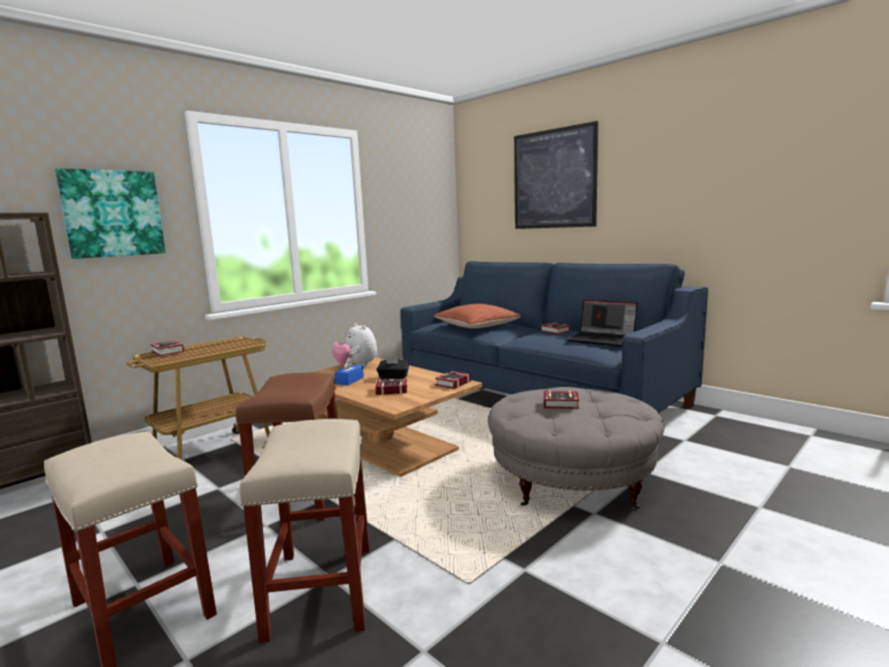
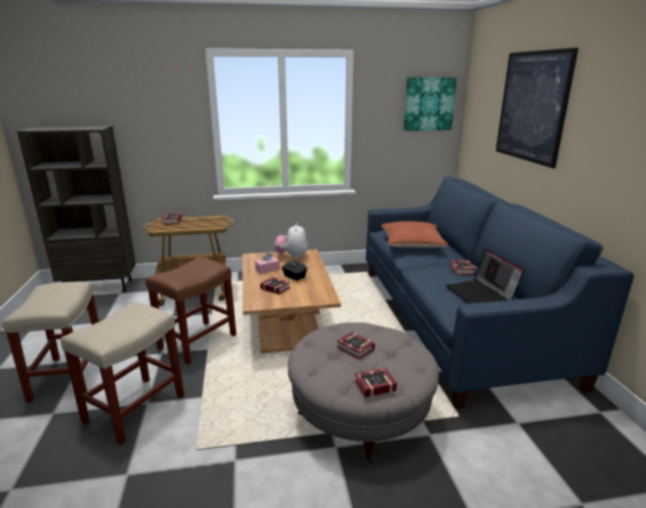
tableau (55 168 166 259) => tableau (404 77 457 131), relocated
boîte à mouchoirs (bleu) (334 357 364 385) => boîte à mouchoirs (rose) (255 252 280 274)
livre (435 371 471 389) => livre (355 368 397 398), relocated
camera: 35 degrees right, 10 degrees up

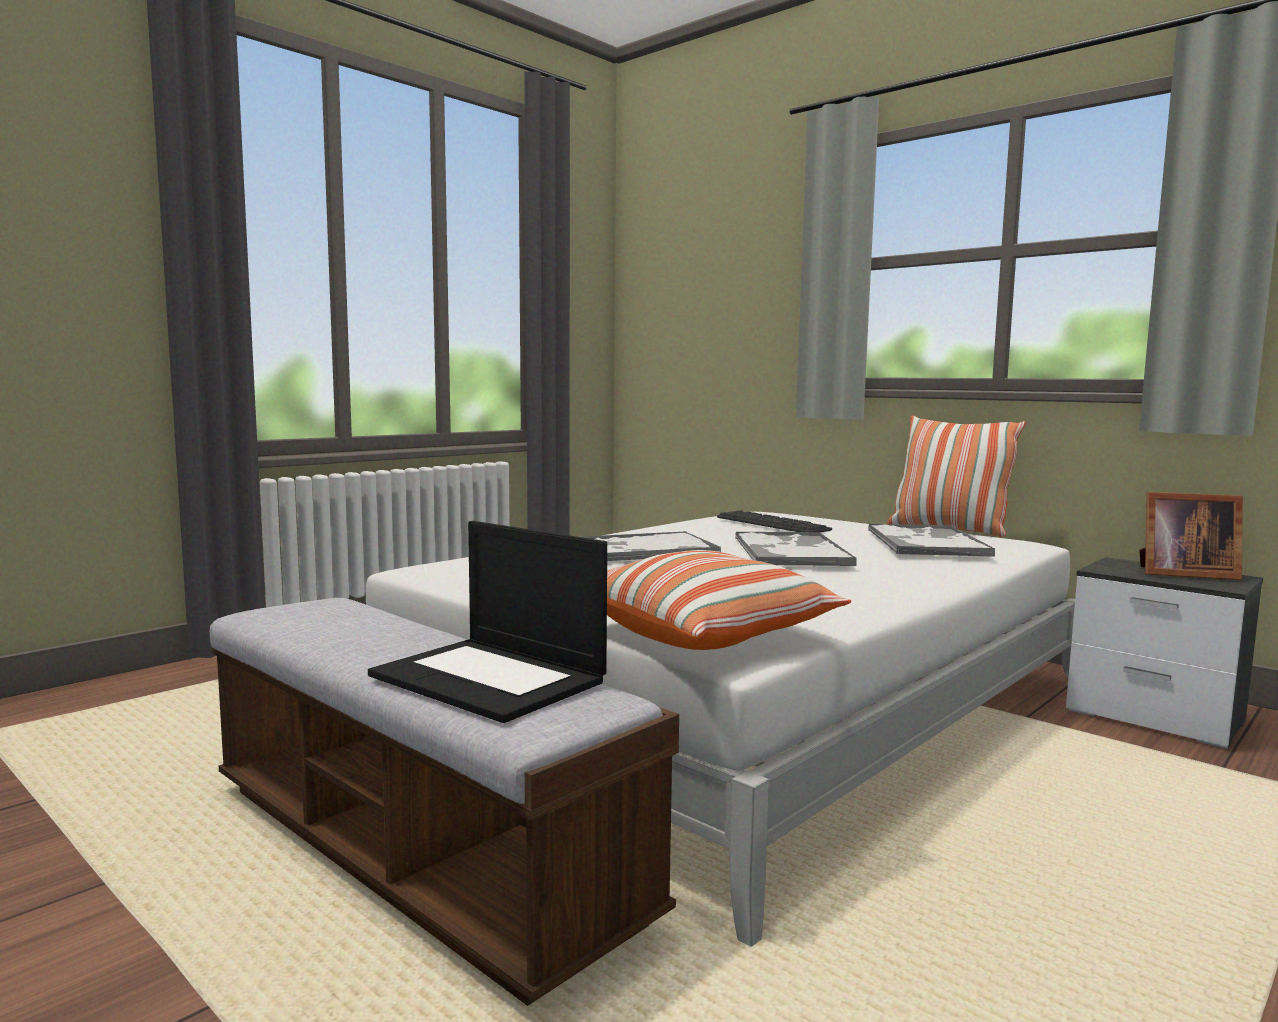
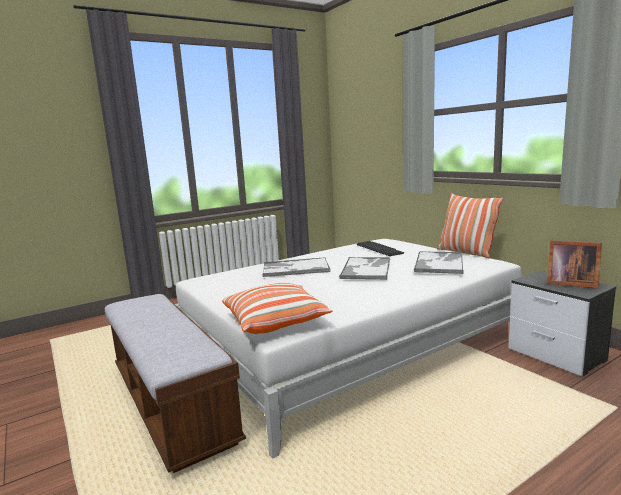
ordinateur portable (368 521 607 723) => nothing
camera: 15 degrees right, 5 degrees up

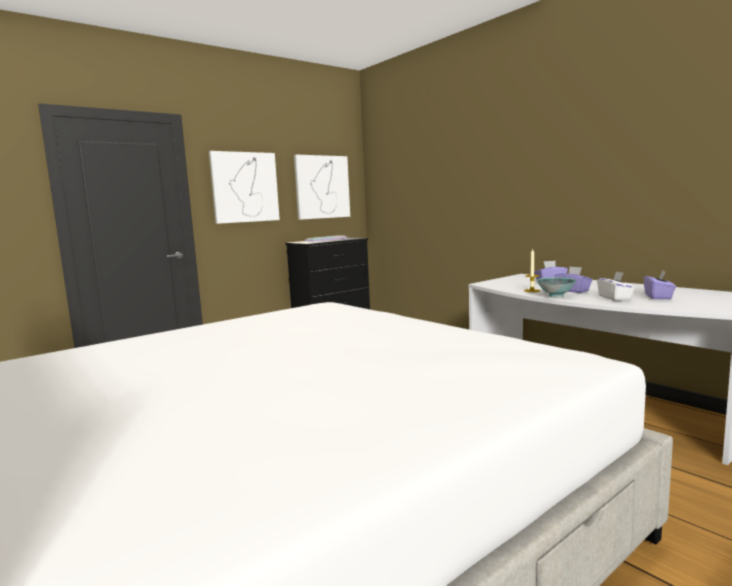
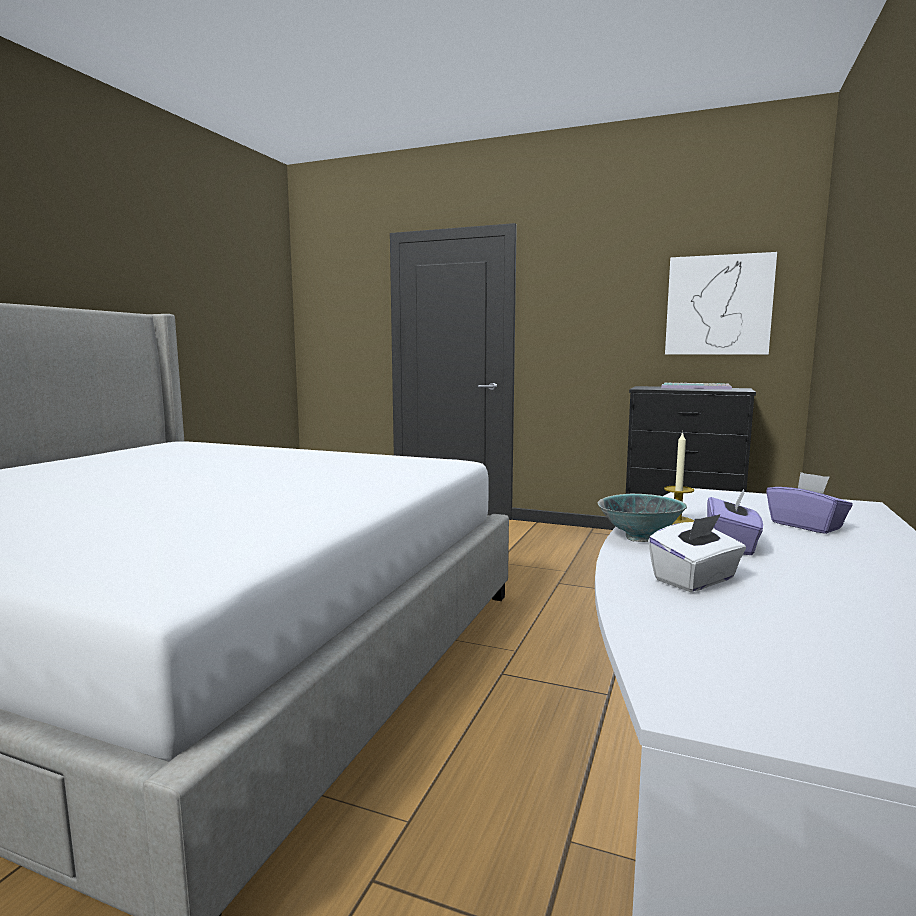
tableau (209 151 280 224) => nothing
boîte à mouchoirs (violet) (644 270 676 299) => nothing
camera: 60 degrees right, 0 degrees up

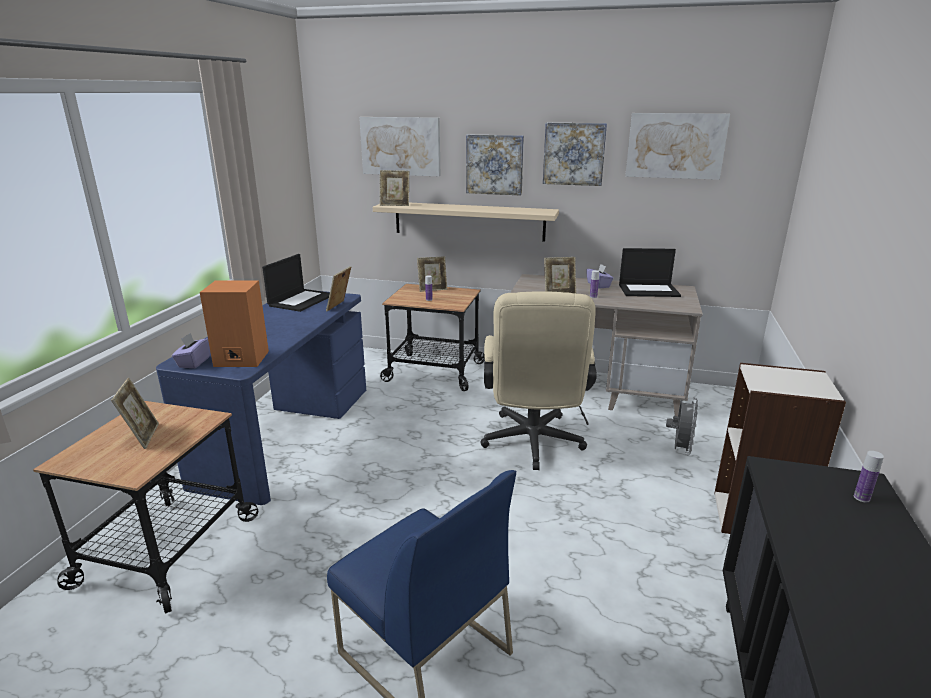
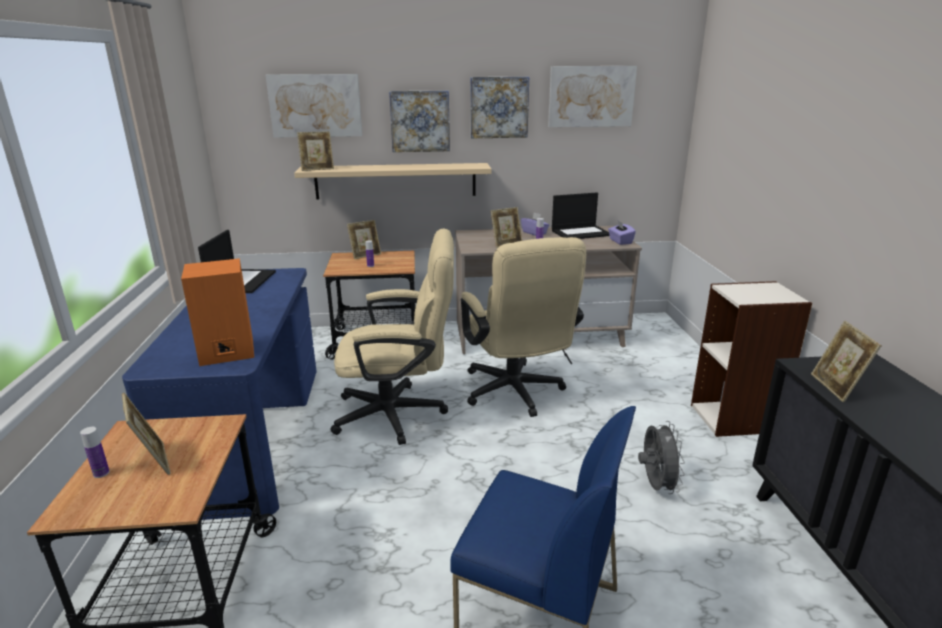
cadre photo (326 266 351 312) => cadre photo (811 320 881 402), relocated
boîte à mouchoirs (violet) (172 333 211 368) => boîte à mouchoirs (violet) (608 221 636 245), relocated
ventilateur (gris) (666 398 698 455) => ventilateur (gris) (638 421 685 494), relocated
bouteille (854 451 884 503) => bouteille (80 427 110 478), relocated
nothing => chaise de bureau (beige) (331 228 454 445)
camera: 20 degrees left, 0 degrees up

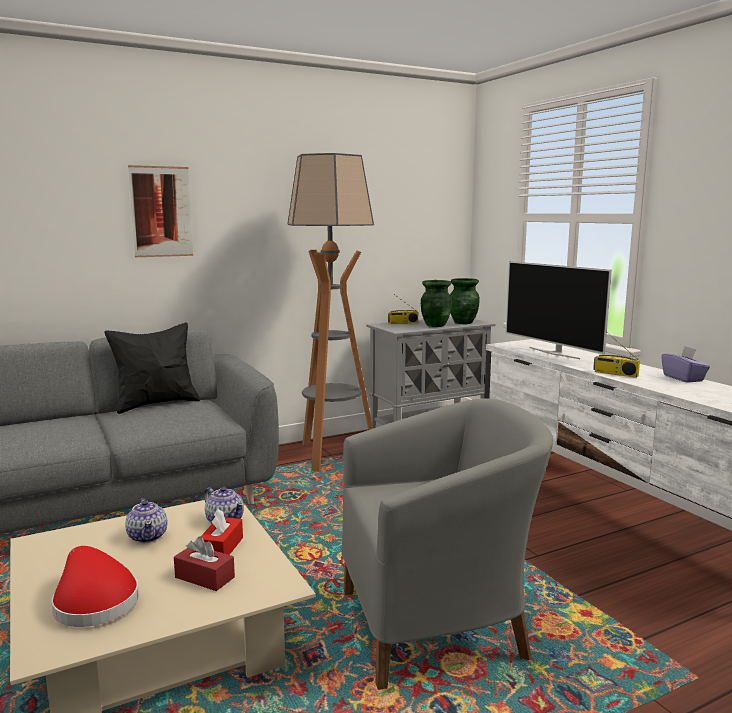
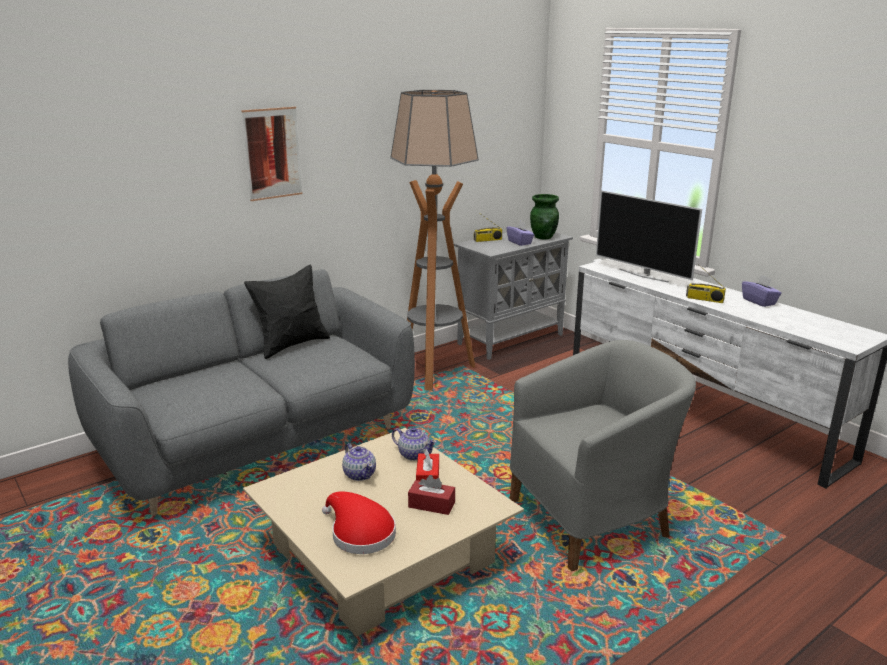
vase (vert) (421 280 452 327) => boîte à mouchoirs (violet) (506 221 534 246)
camera: 10 degrees left, 10 degrees up

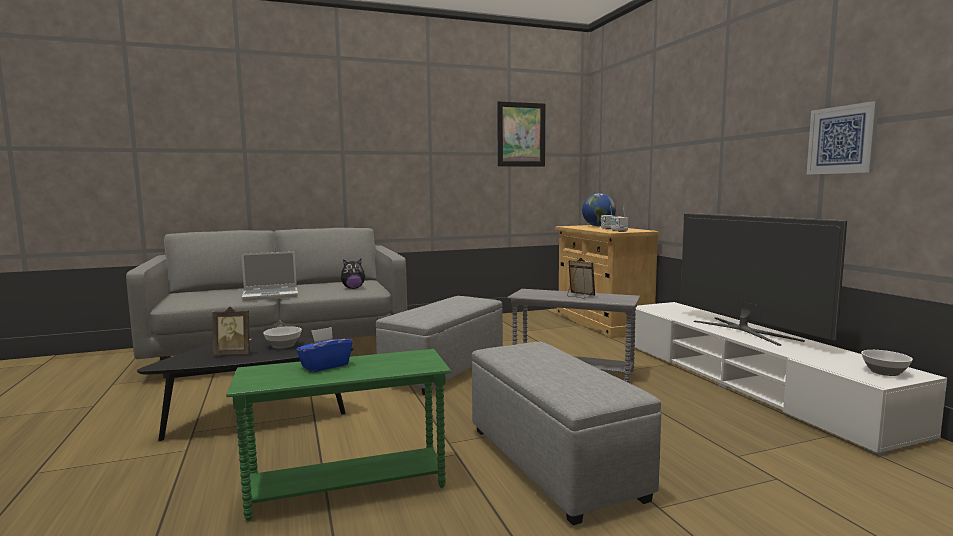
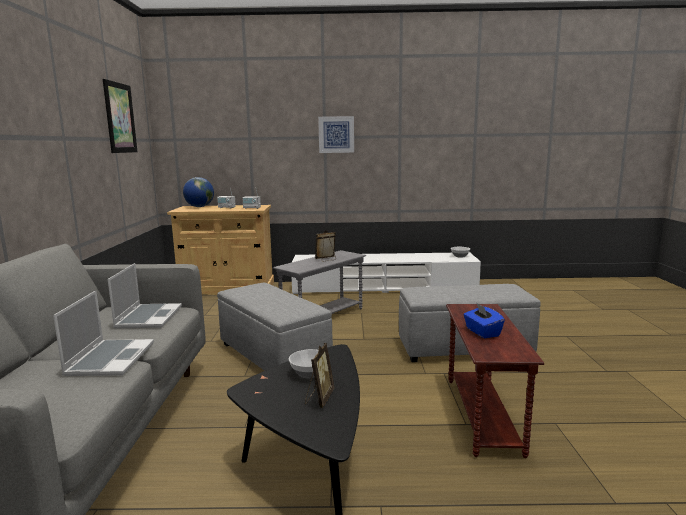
tableau (807 101 879 175) => tableau (318 116 354 153), relocated
téléviseur (680 213 847 346) => nothing
peluche (341 259 366 289) => ordinateur portable (108 263 182 329)
table d'appoint (vert) (226 349 451 521) => table d'appoint (marron) (446 304 544 458)
camera: 70 degrees left, 5 degrees up

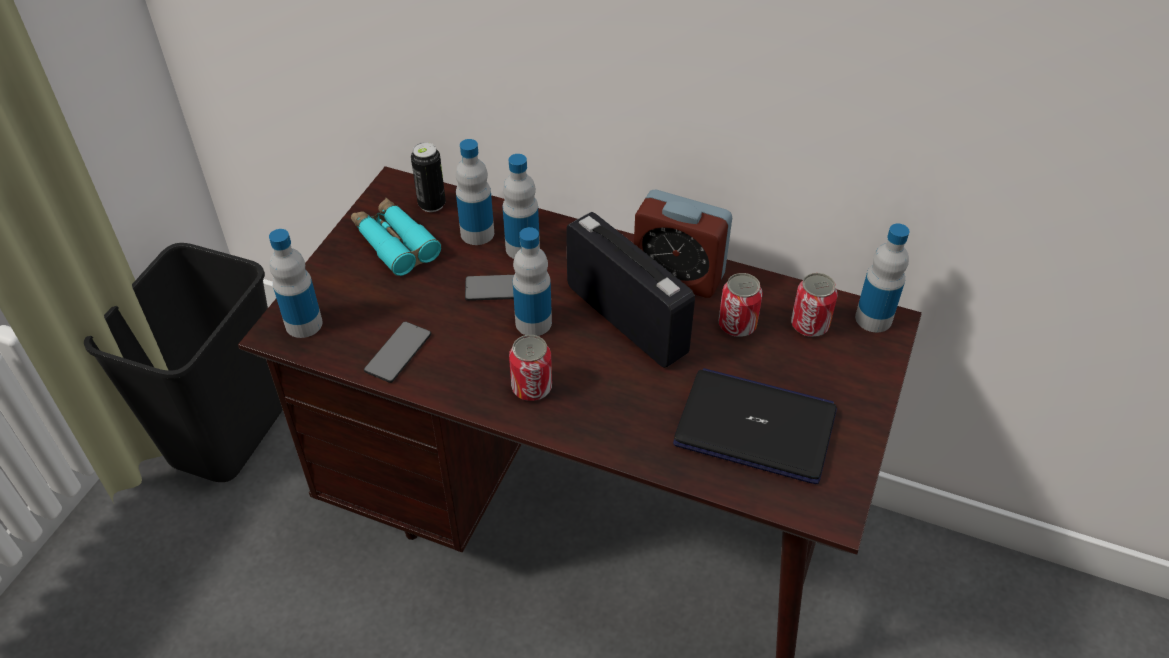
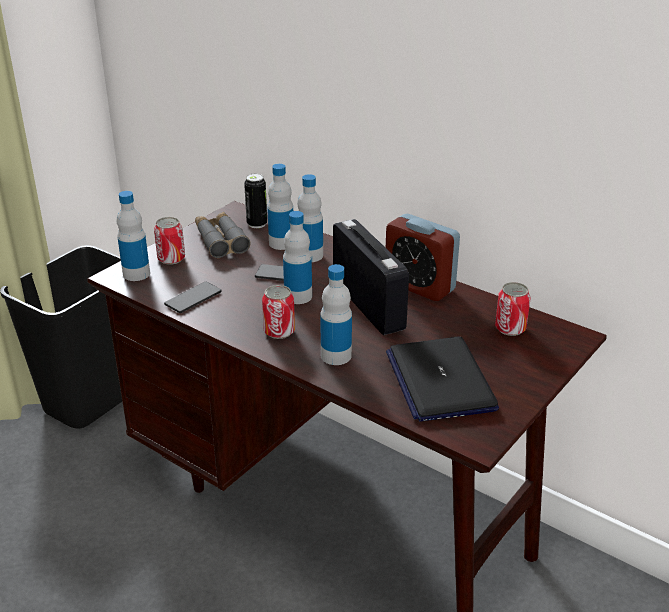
jumelles (turquoise) (351 198 441 276) => jumelles (gris) (195 212 251 258)
bouteille (855 223 909 332) => bouteille (320 264 352 365), relocated
boîte métallique (719 273 763 337) => boîte métallique (154 217 185 265), relocated
ordinateur portable (673 368 837 484) => ordinateur portable (386 337 499 422), 135 degrees counterclockwise
camera: 15 degrees right, 15 degrees down

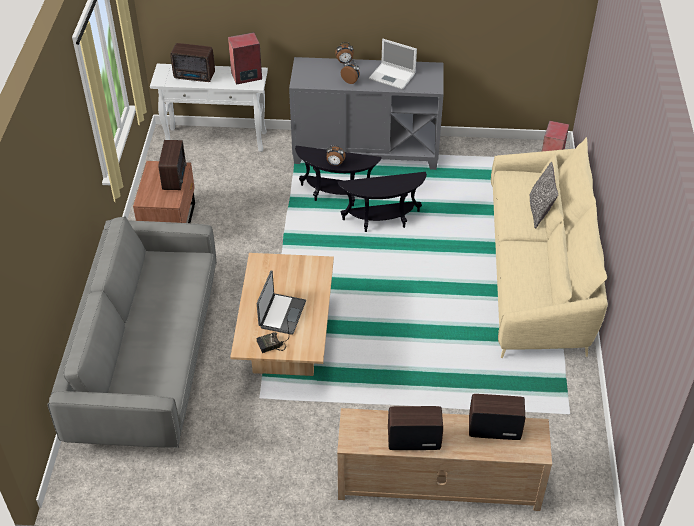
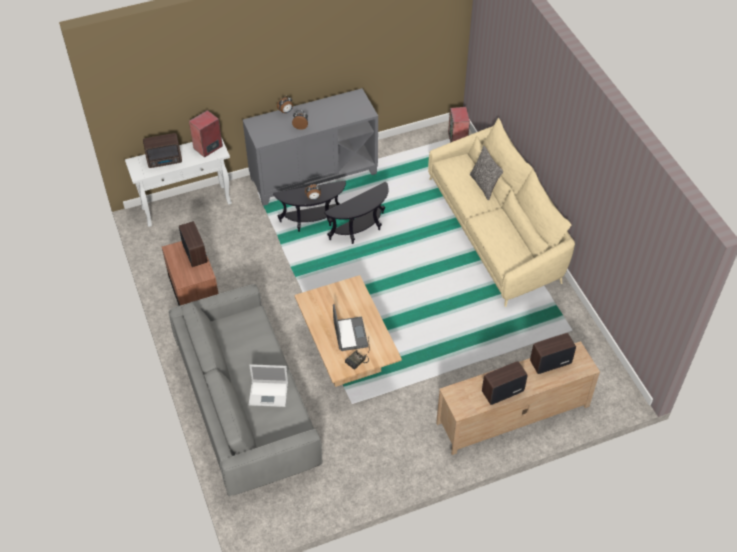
ordinateur portable (369 39 417 90) => ordinateur portable (249 364 288 407), relocated
camera: 25 degrees left, 5 degrees up

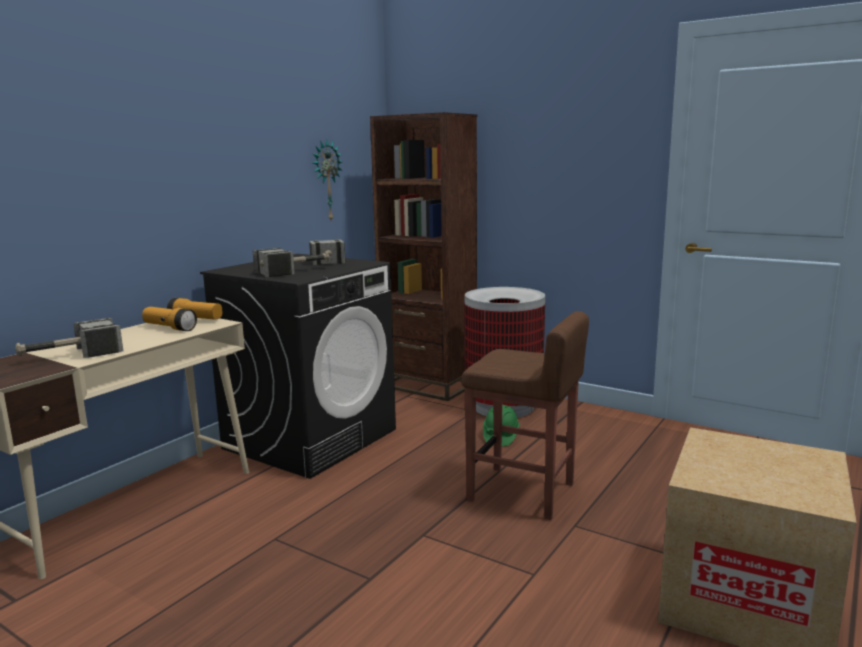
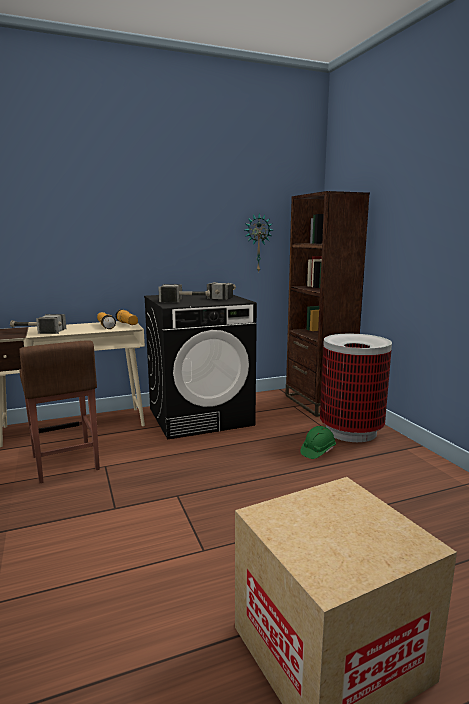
tabouret (marron) (461 311 589 520) => tabouret (marron) (19 340 100 483), relocated
camera: 35 degrees right, 0 degrees up

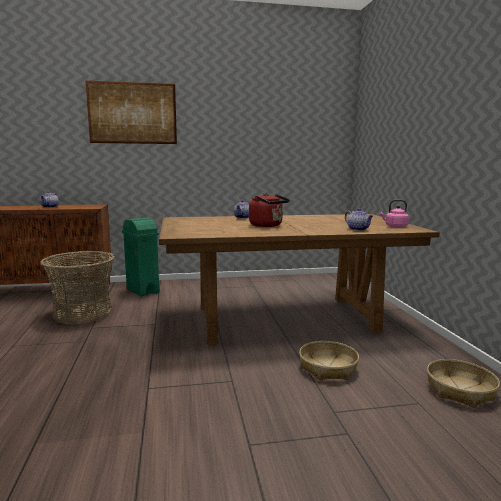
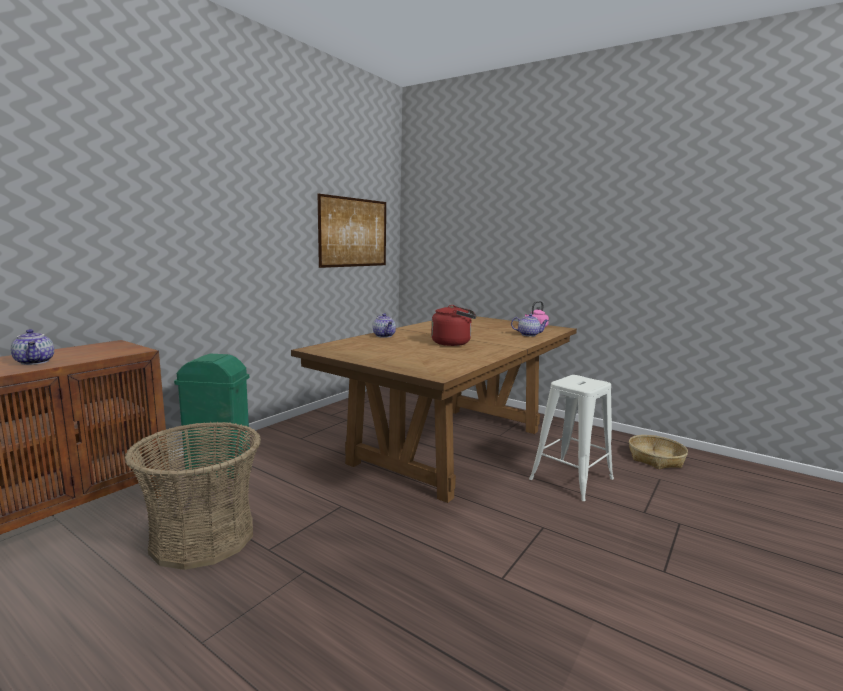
tableau (86 80 177 144) => tableau (318 194 386 268), relocated
panier (299 341 359 380) => tabouret (blanc) (529 375 614 501)
camera: 45 degrees left, 0 degrees up

